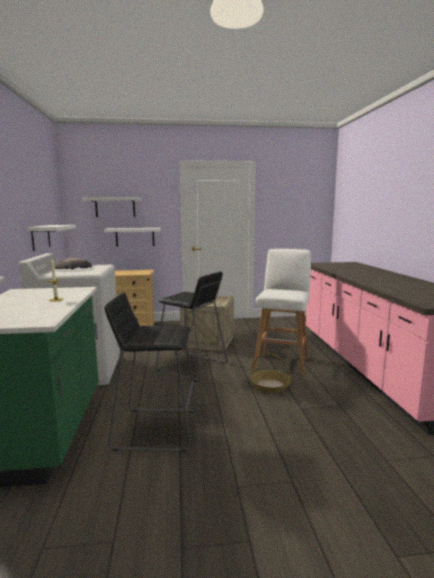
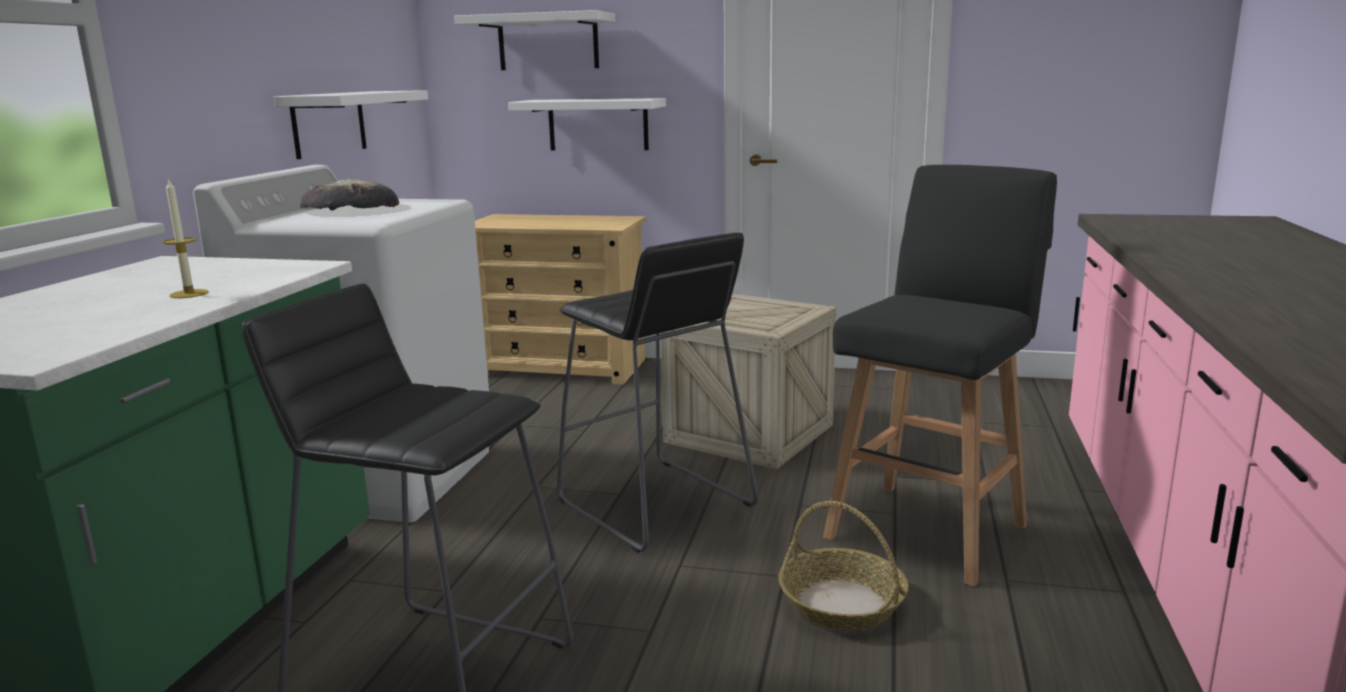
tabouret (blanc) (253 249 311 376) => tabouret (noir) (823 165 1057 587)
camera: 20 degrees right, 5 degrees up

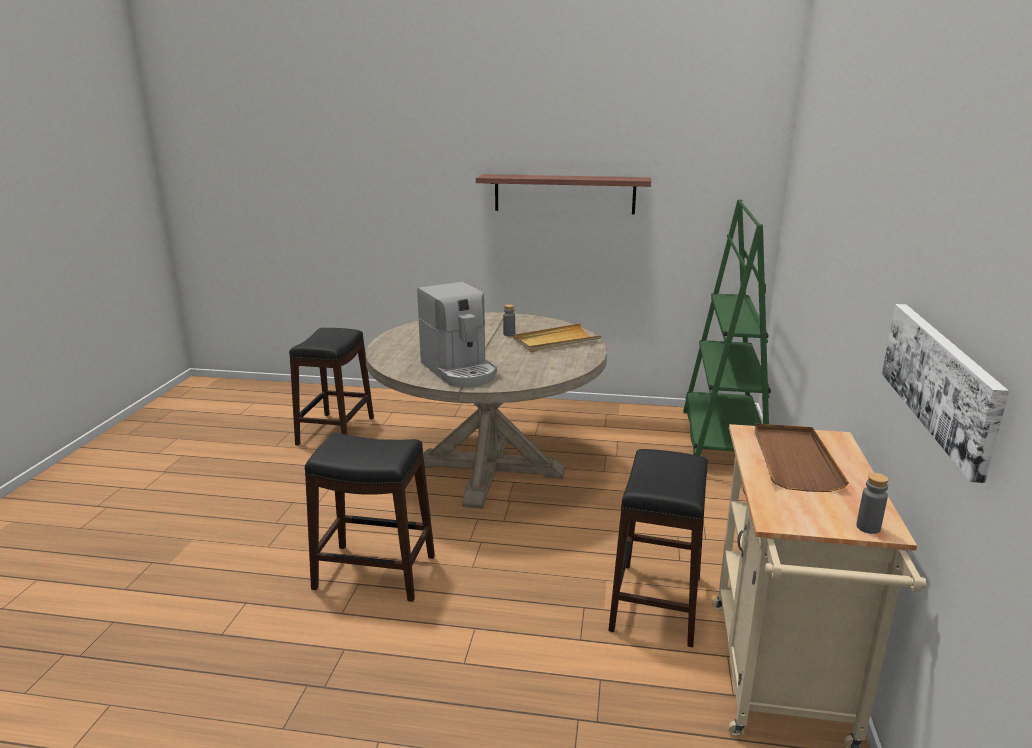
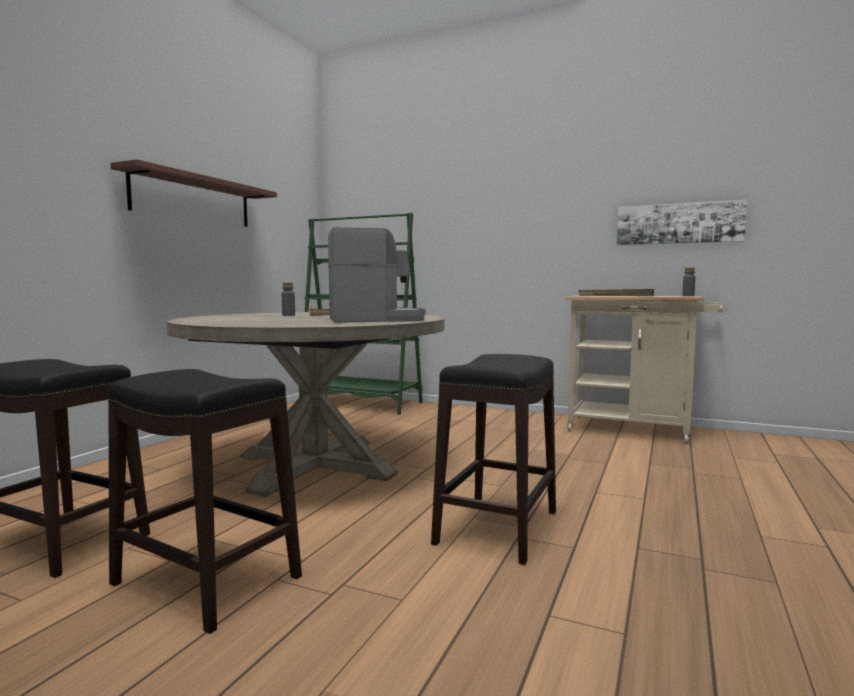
tabouret (noir) (608 449 708 647) => tabouret (noir) (108 369 302 634), relocated
camera: 75 degrees left, 15 degrees down

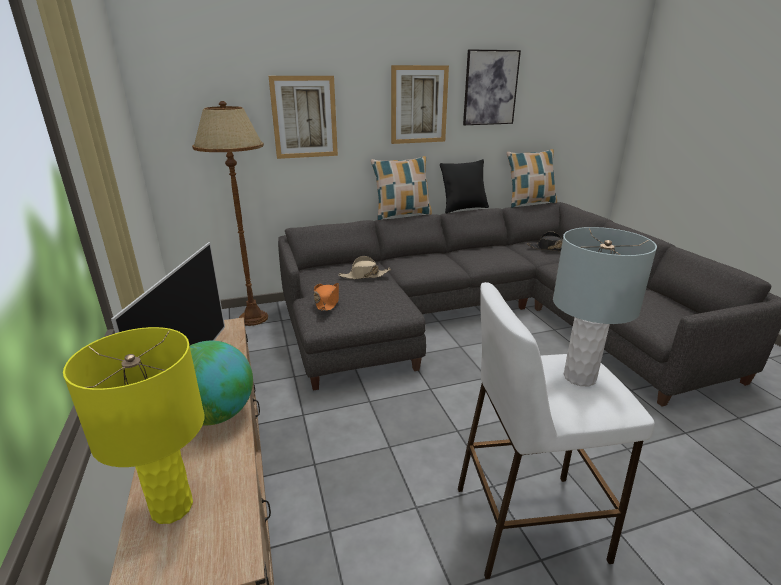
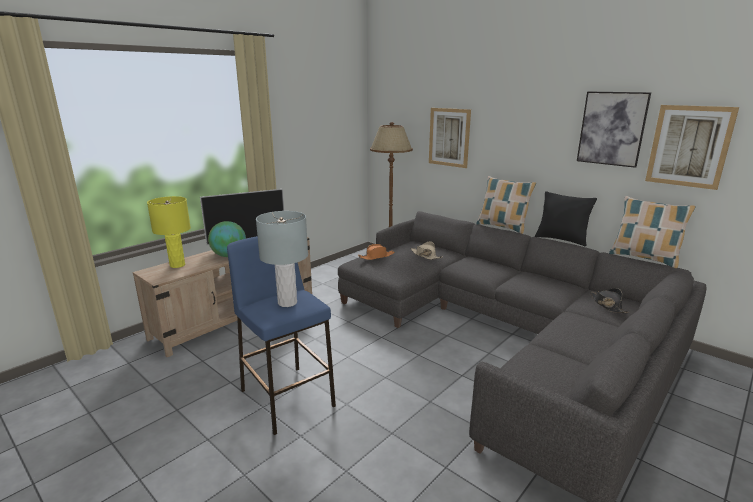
tableau (391 65 449 144) => tableau (645 105 739 190), relocated
tabouret (blanc) (458 282 655 579) => tabouret (bleu) (227 236 336 435)
camera: 60 degrees right, 5 degrees down

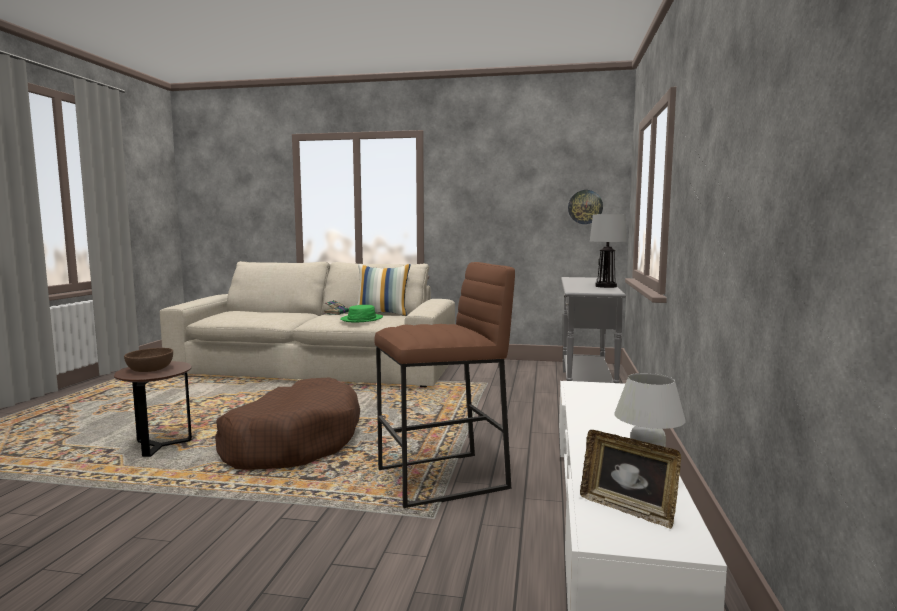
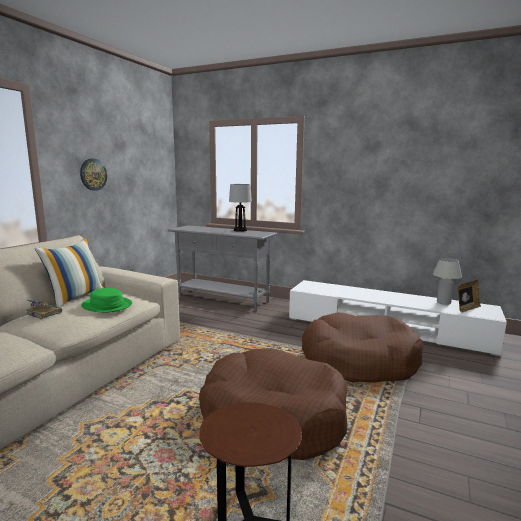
horloge murale (568 190 603 224) => horloge murale (80 159 107 191), relocated
tabouret (marron) (374 262 515 508) => panier pour chien (marron) (302 312 424 383)
bol (marron) (124 348 173 372) => nothing
camera: 75 degrees left, 5 degrees up

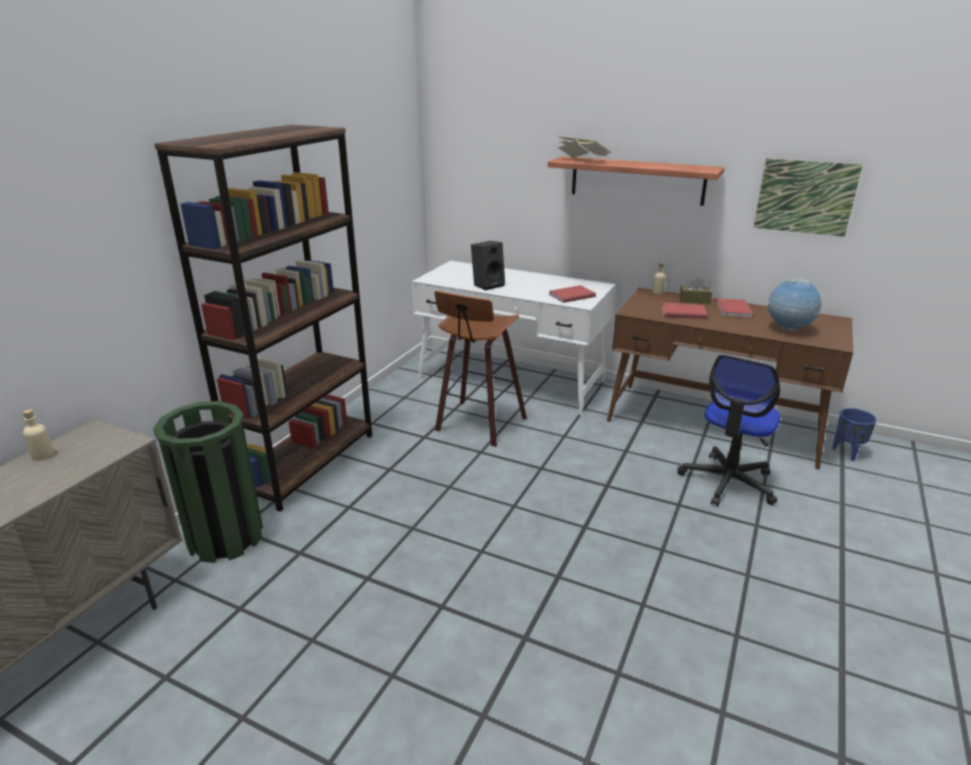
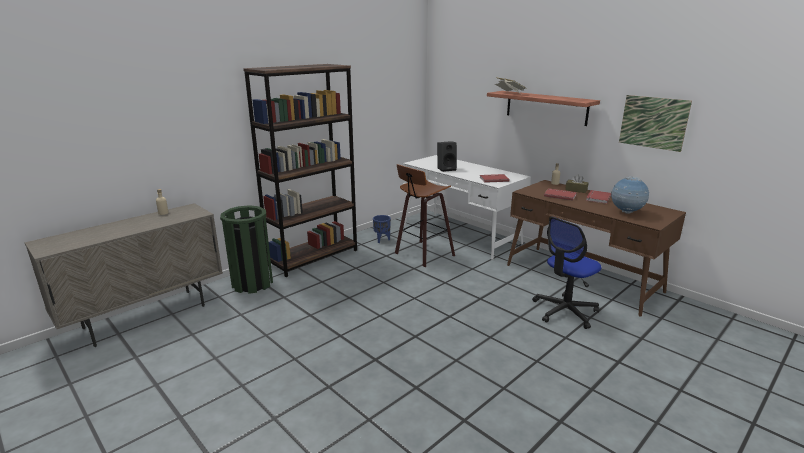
cache-pot (bleu) (832 408 877 461) => cache-pot (bleu) (373 215 391 243), relocated
camera: 20 degrees right, 5 degrees down

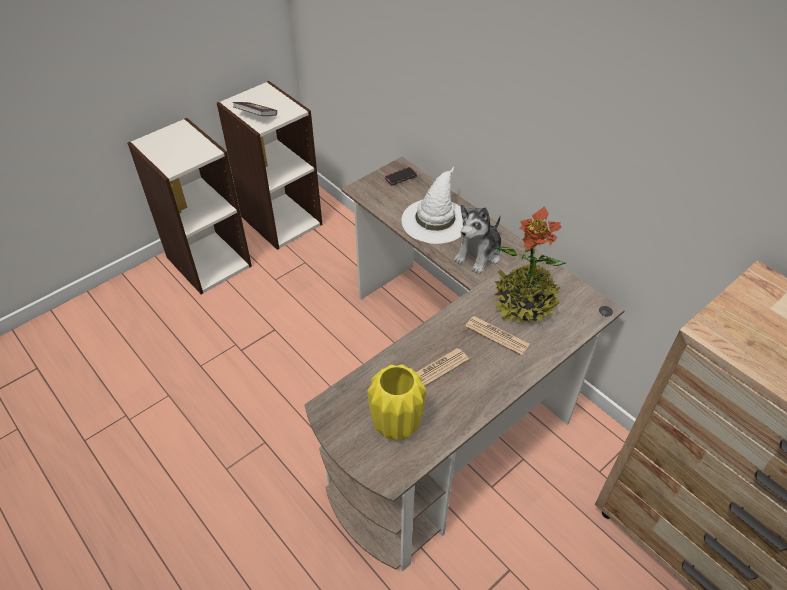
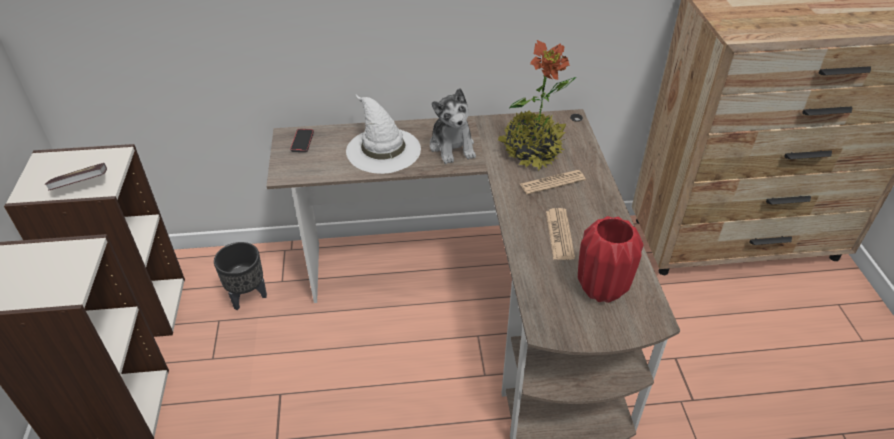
vase (jaune) (367 365 426 440) => vase (rouge) (578 216 644 303)
nothing => cache-pot (noir) (214 242 267 310)
camera: 55 degrees left, 5 degrees down

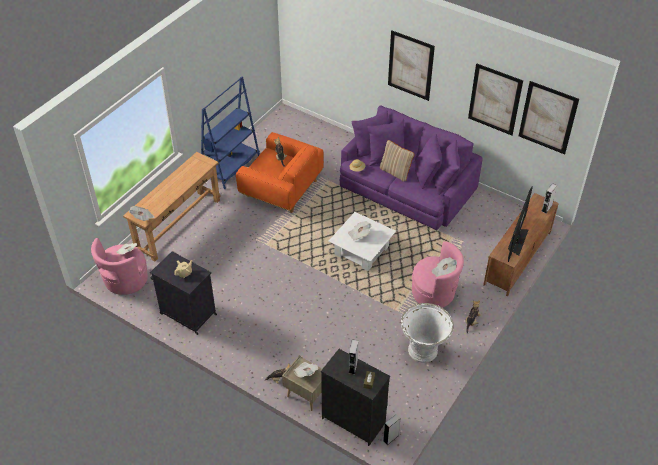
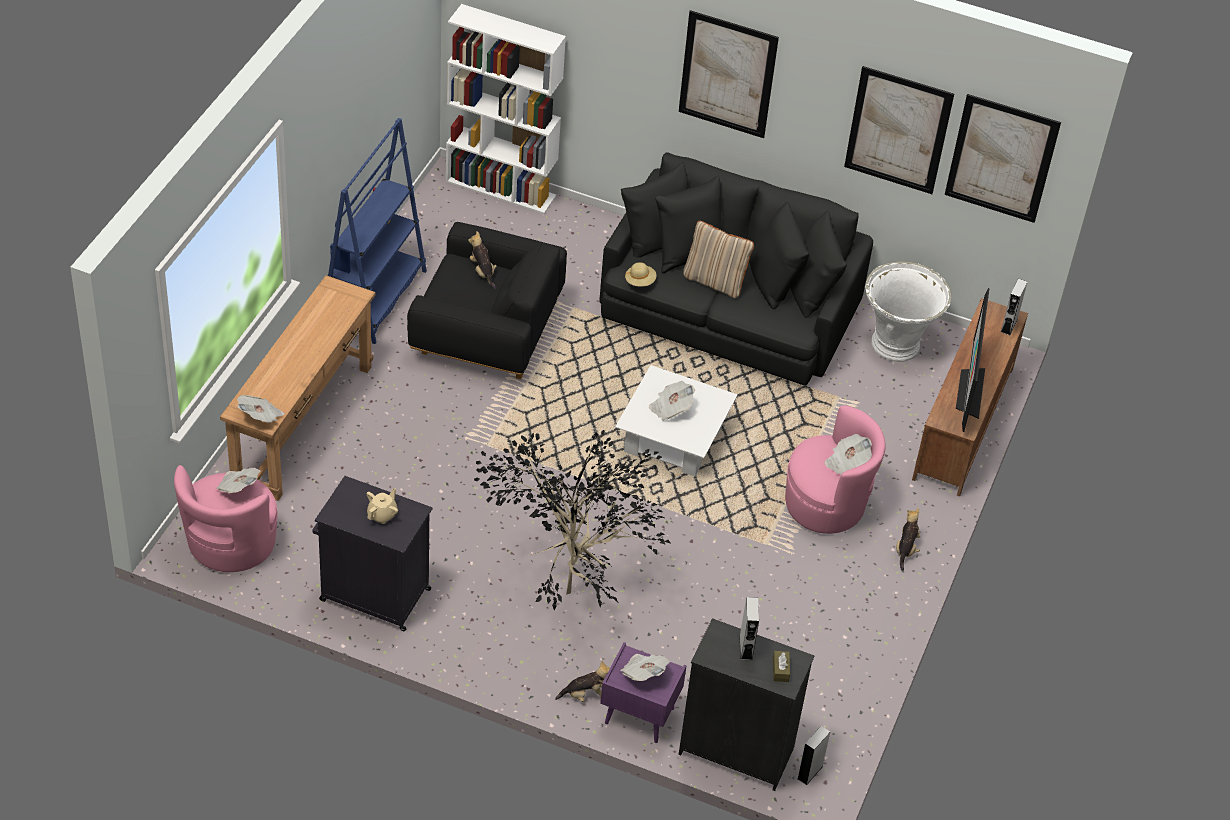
canapé (violet) (340 105 483 230) => canapé (noir) (599 153 873 386)
fauteuil (orange) (236 132 324 213) => fauteuil (noir) (407 222 567 379)
cache-pot (blanc) (401 303 454 363) => cache-pot (blanc) (866 261 951 362), relocated
table de chevet (beige) (282 355 322 411) => table de chevet (violet) (600 642 687 743)
nothing => bibliothèque (blanc) (446 4 566 214)
nothing => plante en pot (474 430 671 610)
camera: 15 degrees left, 0 degrees up

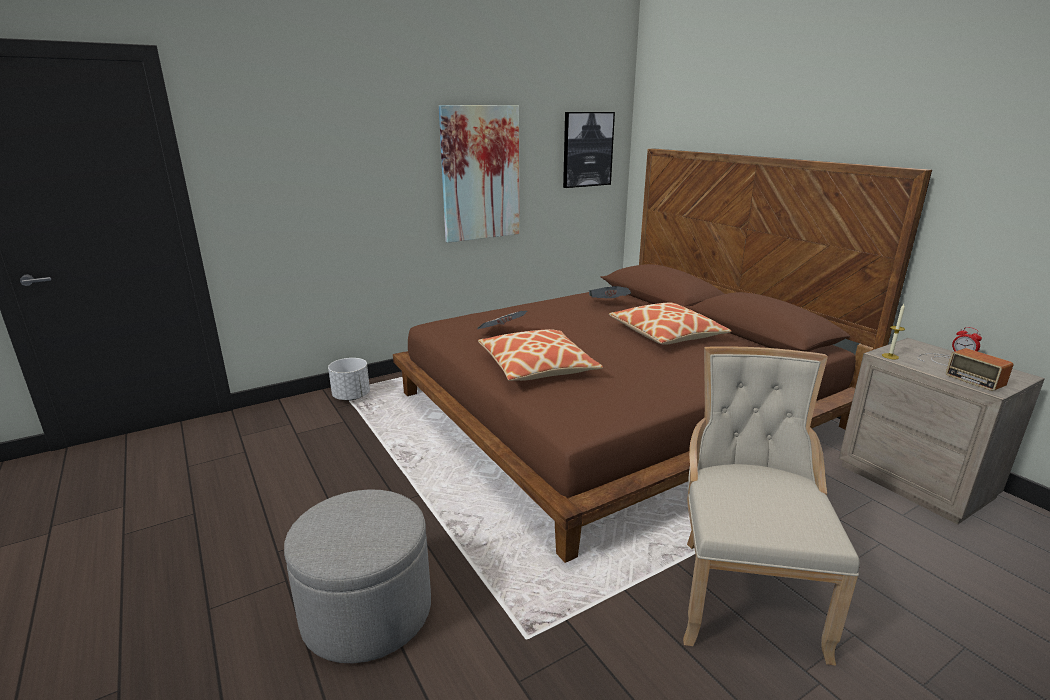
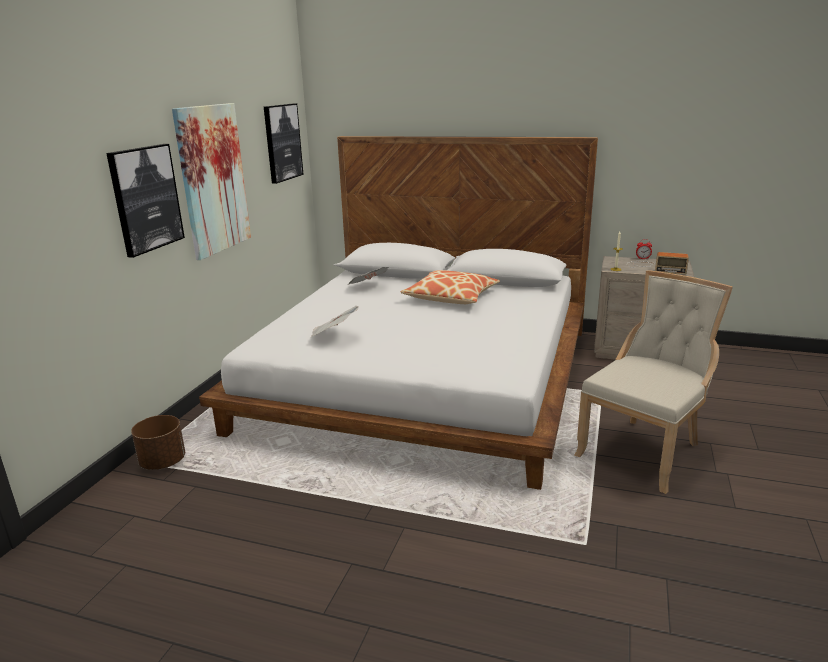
lit (marron) (393 149 932 563) => lit (blanc) (199 136 598 490)
coussin (478 329 603 381) => nothing
chaise (beige) (683 347 860 666) => chaise (beige) (575 270 733 494), 75 degrees clockwise
cache-pot (blanc) (328 358 370 401) => cache-pot (marron) (131 415 185 470)
pouf (gris) (284 489 431 663) => nothing
nothing => tableau (106 144 185 258)
camera: 40 degrees left, 0 degrees up

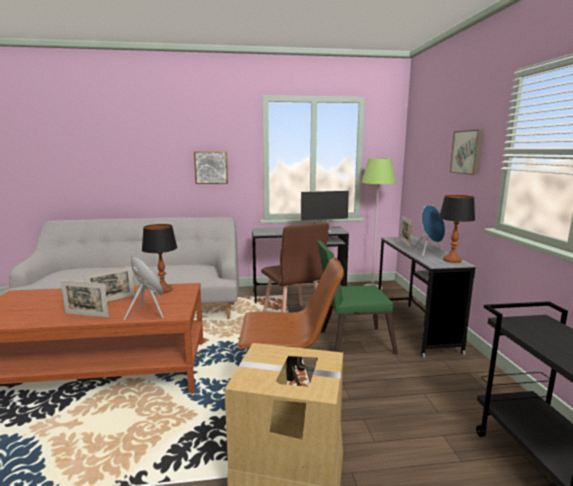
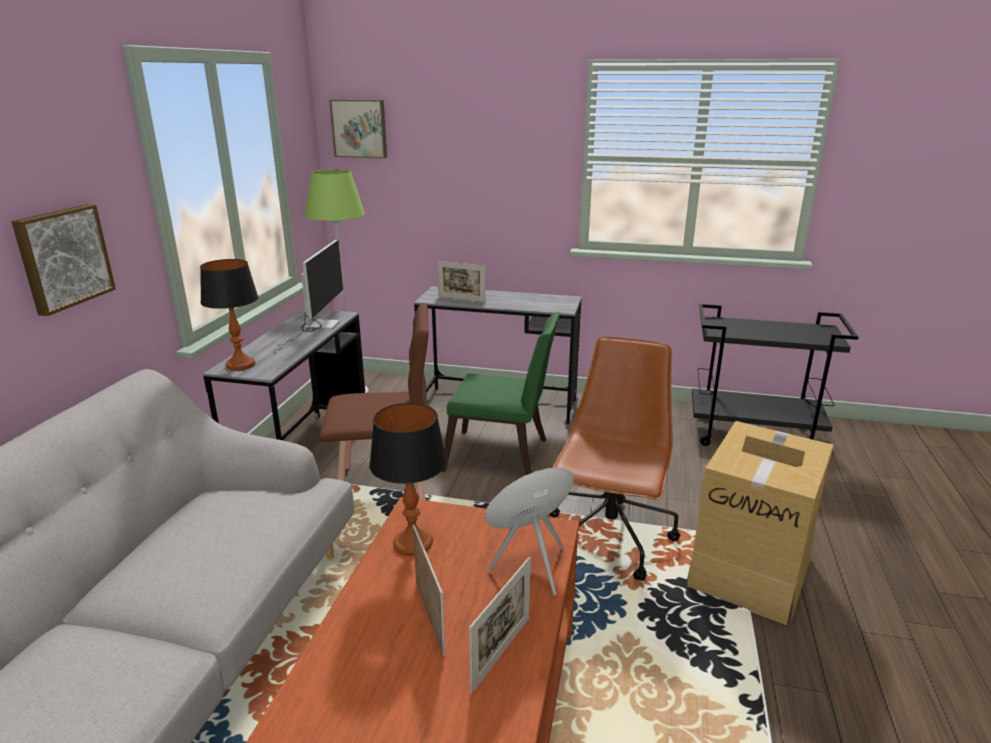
tableau (450 130 483 175) => tableau (329 99 387 158), relocated
lampe de table (439 195 475 263) => lampe de table (200 259 259 371), relocated
enceinte (bleu) (412 205 445 256) => nothing
chaise (vert) (317 240 398 355) => chaise (vert) (442 312 560 475), 90 degrees counterclockwise
camera: 70 degrees left, 10 degrees up

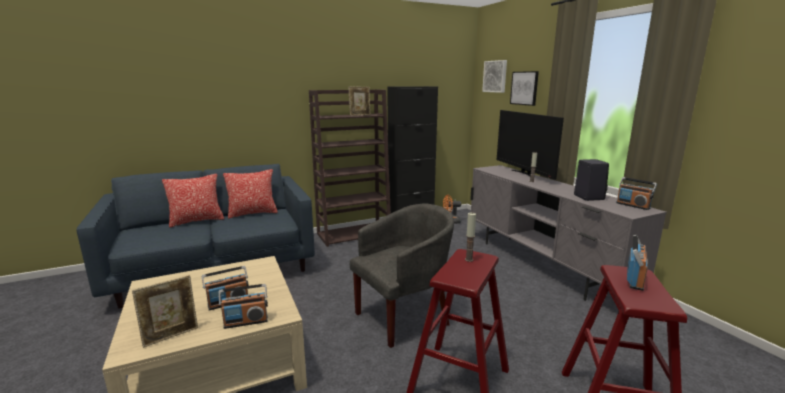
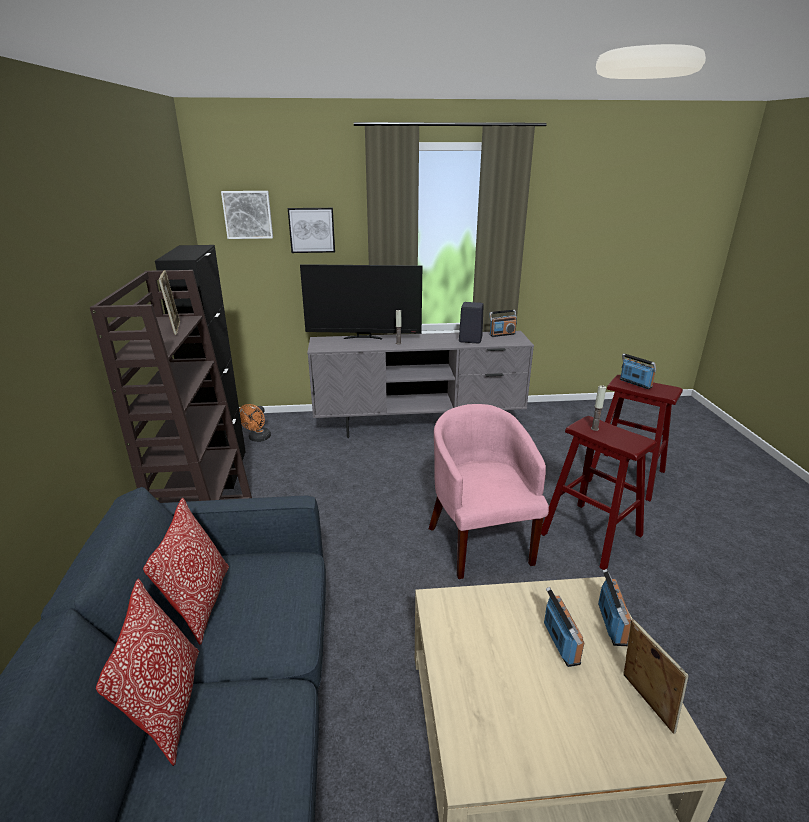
fauteuil (gris) (350 204 454 348) => fauteuil (rose) (429 404 549 579)
camera: 70 degrees left, 10 degrees up

